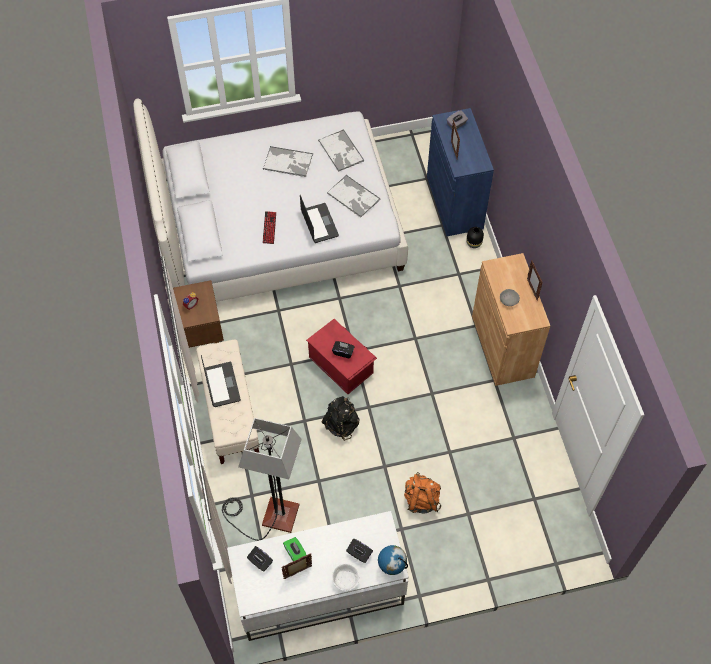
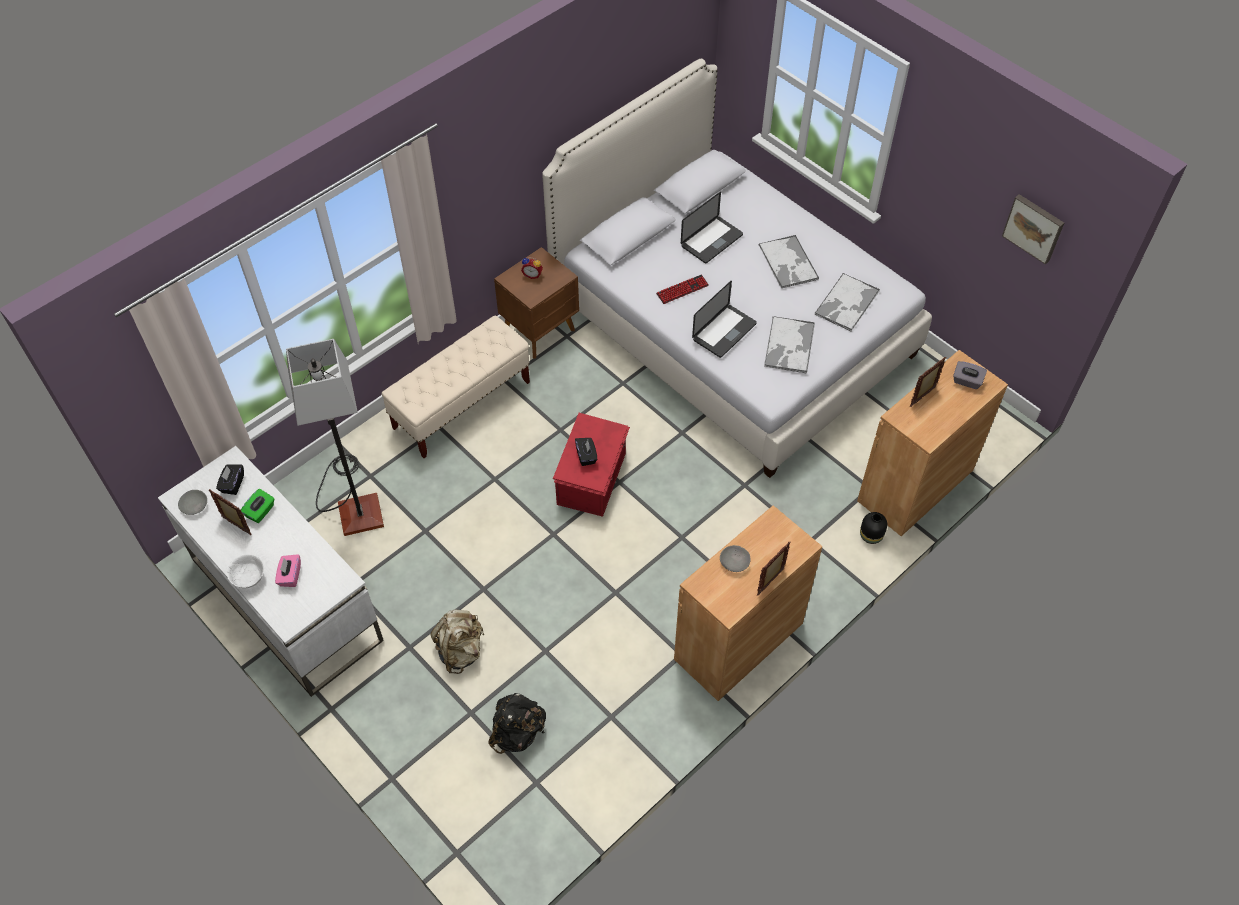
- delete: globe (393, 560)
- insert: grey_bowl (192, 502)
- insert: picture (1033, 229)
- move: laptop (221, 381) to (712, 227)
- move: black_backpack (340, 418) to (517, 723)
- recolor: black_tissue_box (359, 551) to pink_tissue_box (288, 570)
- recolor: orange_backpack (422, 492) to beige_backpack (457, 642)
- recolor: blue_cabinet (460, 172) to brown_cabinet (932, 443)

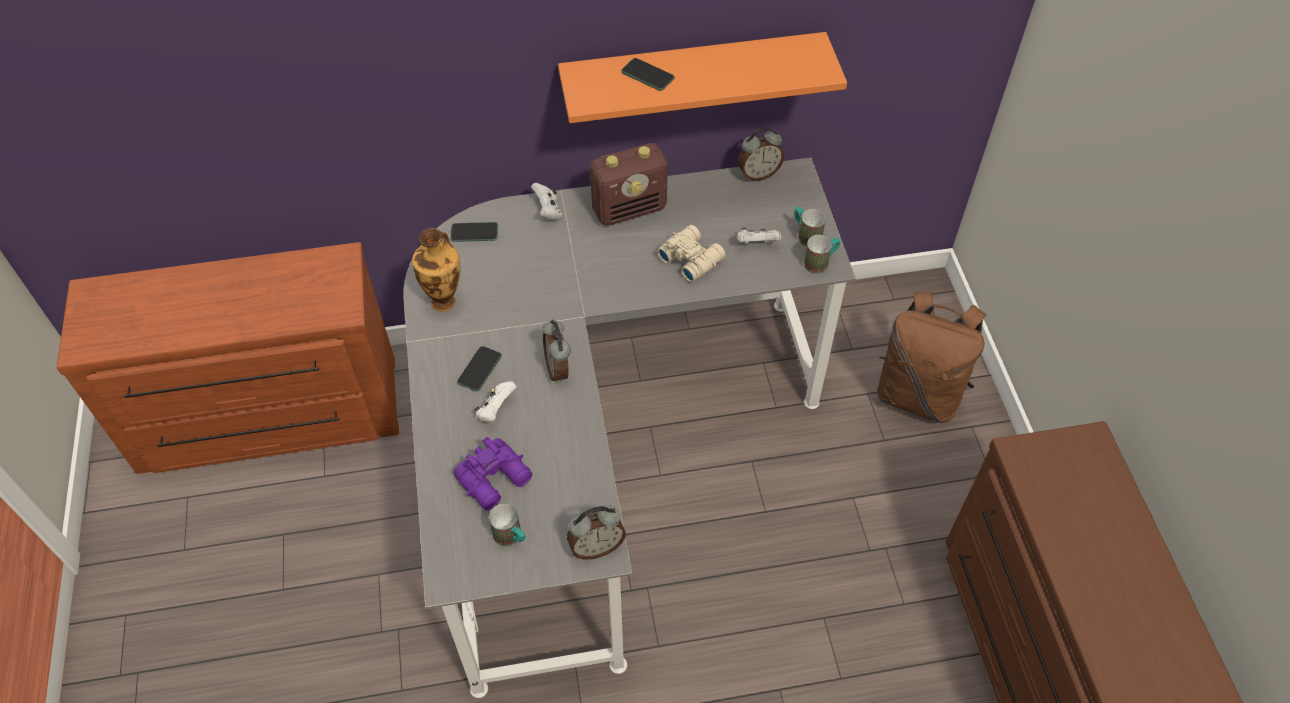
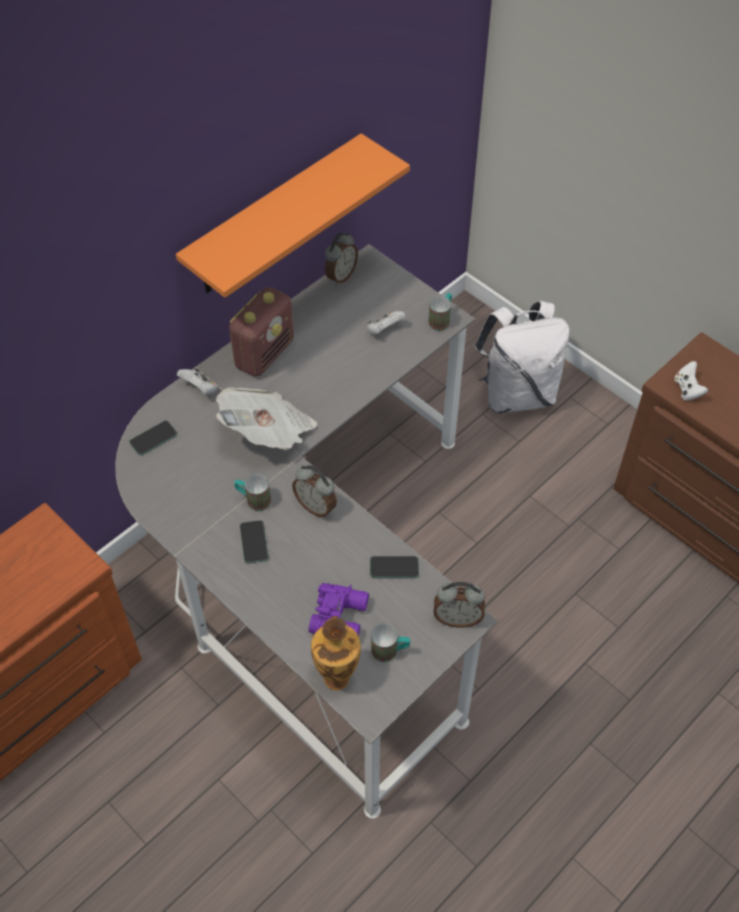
- delete: beige_binoculars (691, 253)
- insert: newspaper (266, 418)
- move: vase (436, 270) to (336, 653)
- move: white_game_controller (495, 401) to (691, 381)
- move: phone (648, 74) to (394, 567)
- move: mug (810, 226) to (252, 492)
- recolor: brown_backpack (932, 357) to white_backpack (522, 357)
- rotate: alarm_clock (596, 532) = (459, 605) 60 degrees clockwise

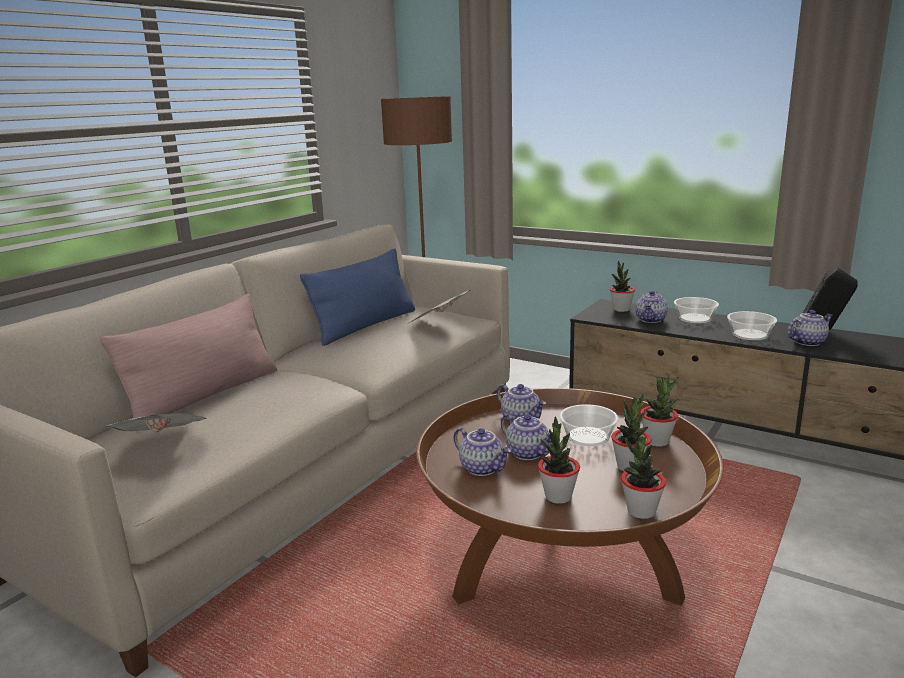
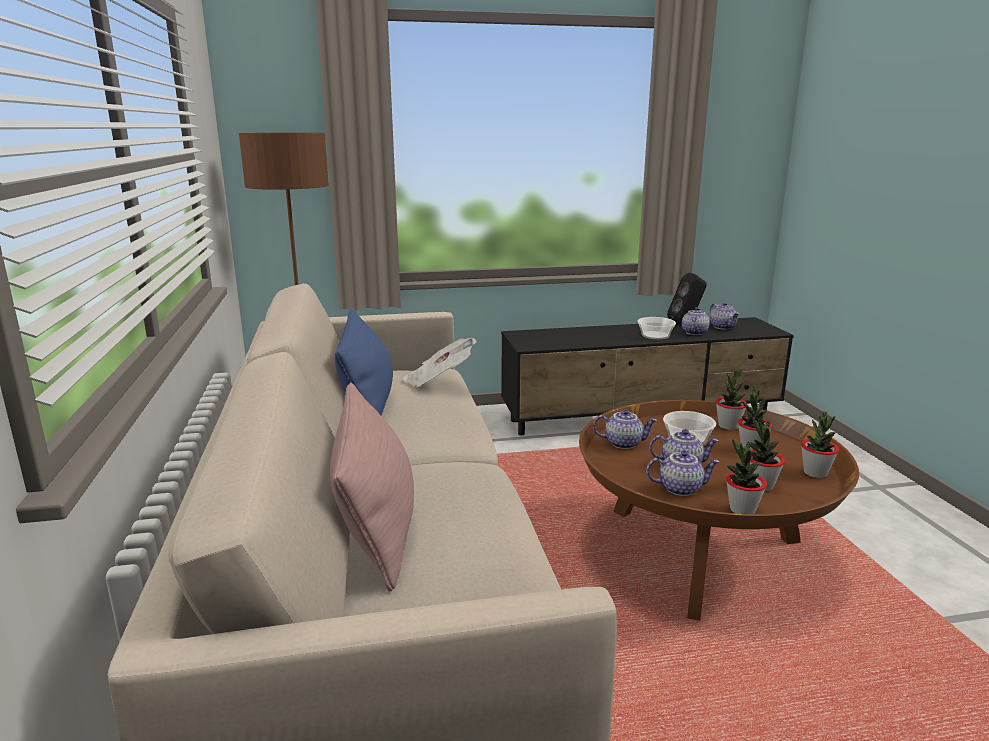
- delete: newspaper (154, 422)
- delete: bowl (696, 310)
- move: potted_plant (622, 286) to (746, 476)
- move: teapot (652, 307) to (725, 316)

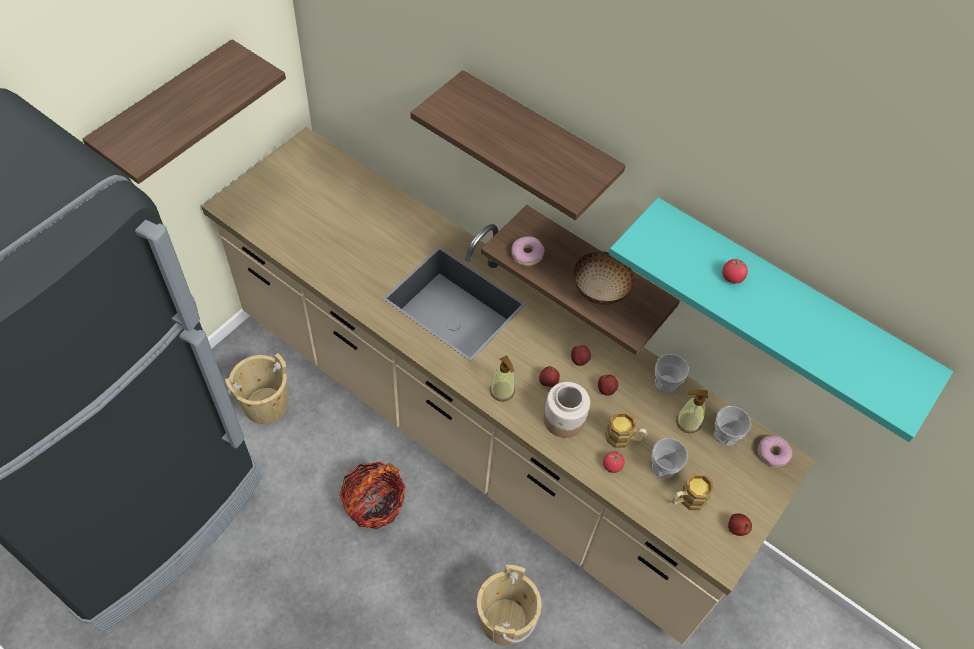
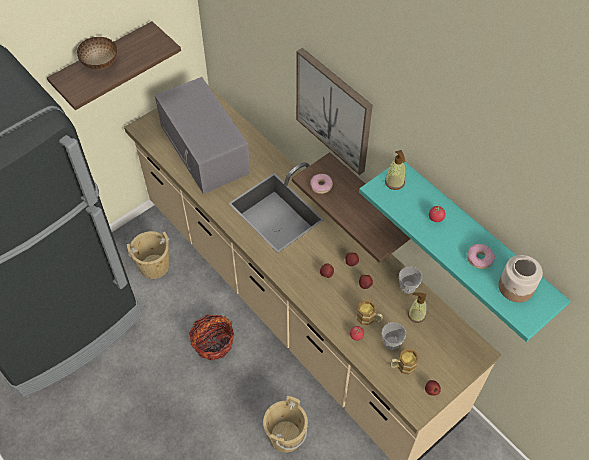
- delete: cup (732, 426)
- insert: grey_microwave (202, 135)
- move: soap_dispenser (502, 378) to (395, 170)
- move: jar (566, 410) to (520, 278)
- move: bowl (604, 278) to (97, 53)
- move: donut (775, 451) to (481, 256)
- replace: shelf (518, 145) to picture (334, 111)

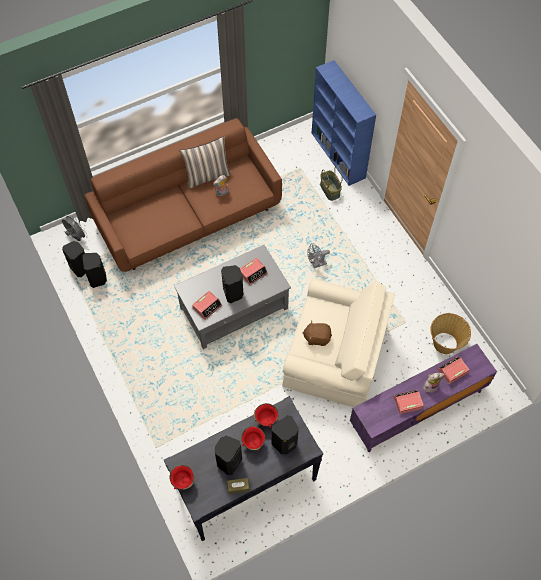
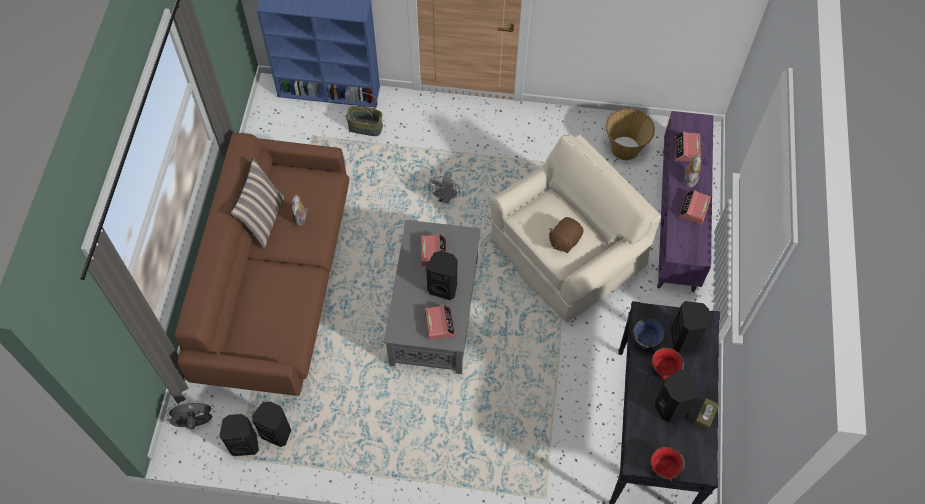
- recolor: red_bowl (266, 415) to blue_bowl (648, 334)

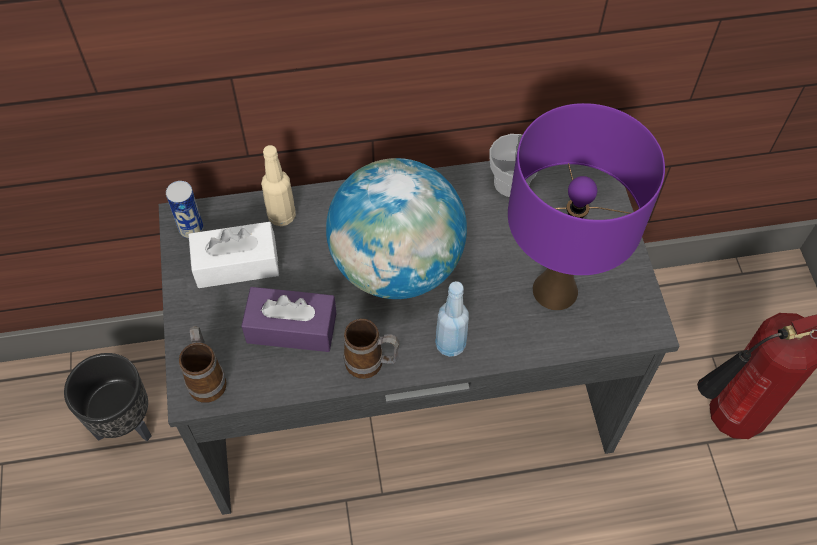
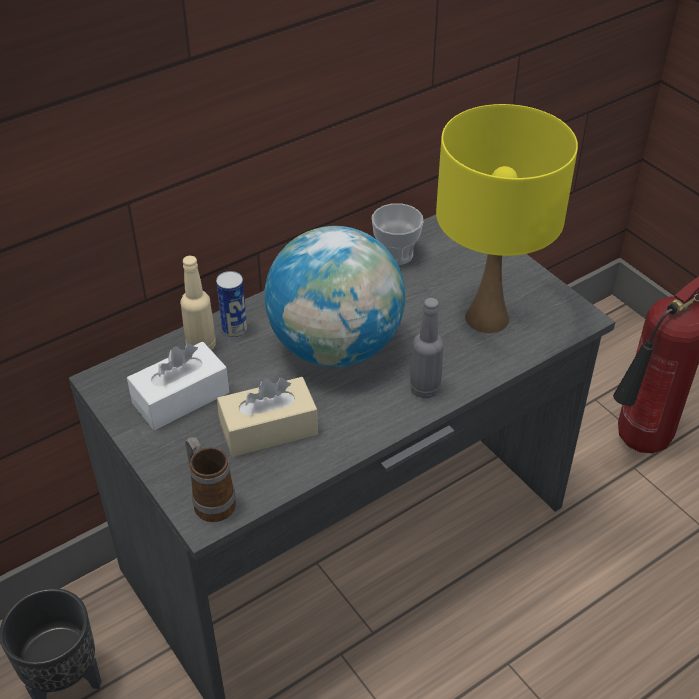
- delete: mug (371, 349)
- move: can (184, 209) to (231, 304)
- recolor: purple_tissue_box (288, 319) to beige_tissue_box (267, 417)
- recolor: blue_bottle (452, 319) to grey_bottle (427, 348)
- recolor: purple_table_lamp (586, 206) to yellow_table_lamp (507, 218)

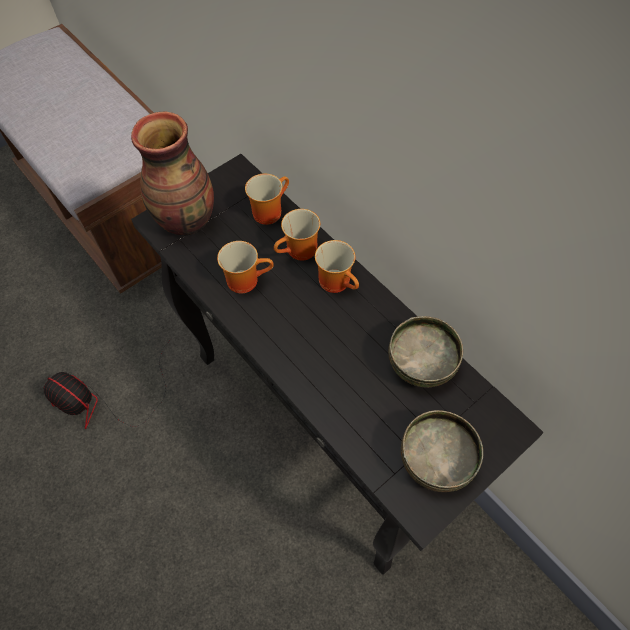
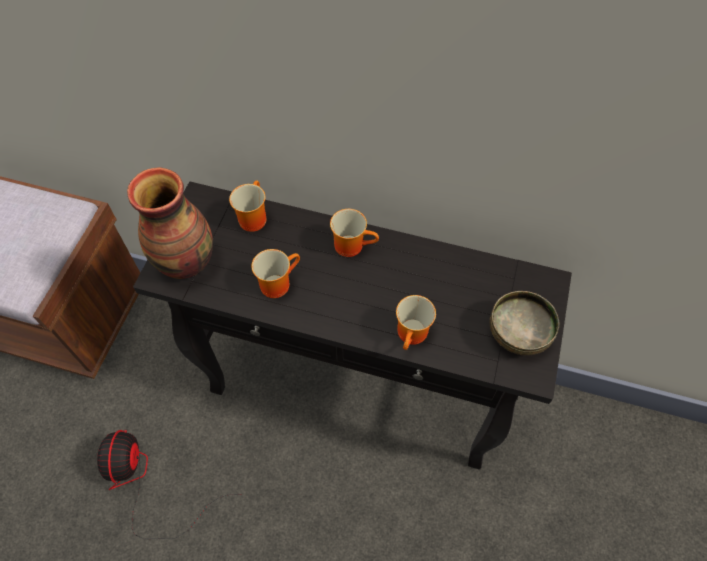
- delete: bowl (425, 351)
- move: mug (297, 235) to (416, 322)
- rotate: fan (107, 384) = (169, 484) 90 degrees clockwise

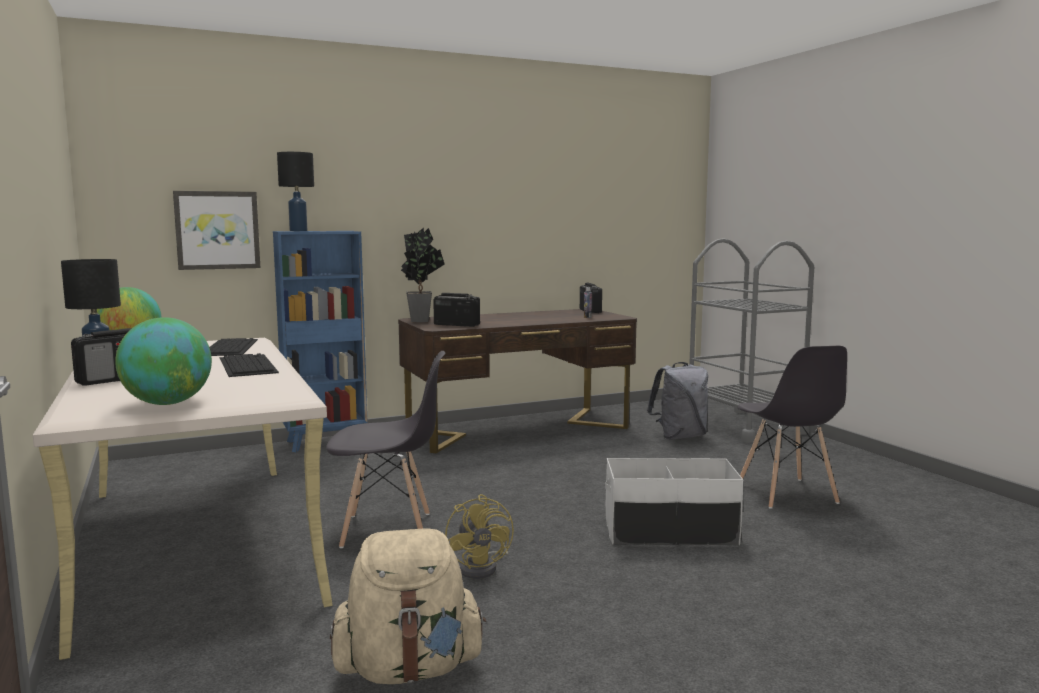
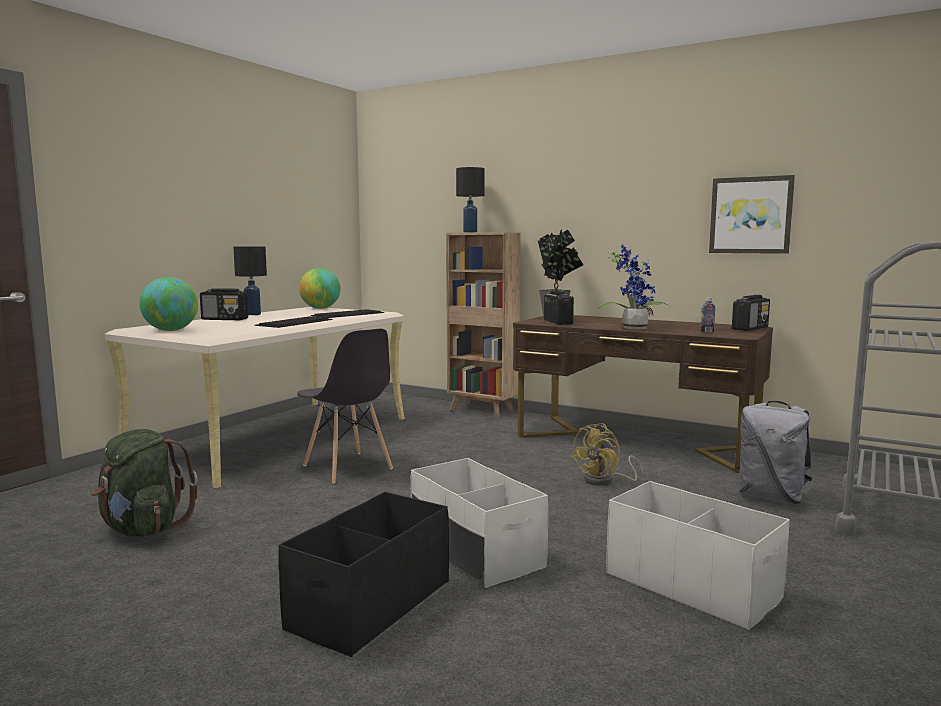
- insert: black_storage_box (363, 574)
- insert: potted_plant (634, 287)
- move: picture (216, 230) to (752, 214)
- move: yellow_fan (479, 536) to (607, 454)
- replace: grey_chair (792, 427) to white_storage_box (698, 555)
- recolor: blue_bookcase (320, 341) to brown_bookcase (483, 325)
- recolor: beige_backpack (408, 606) to green_backpack (144, 483)

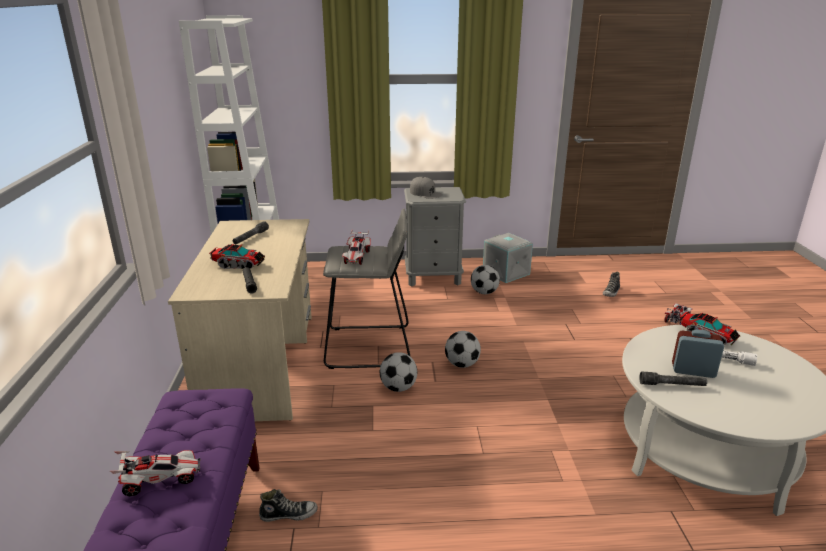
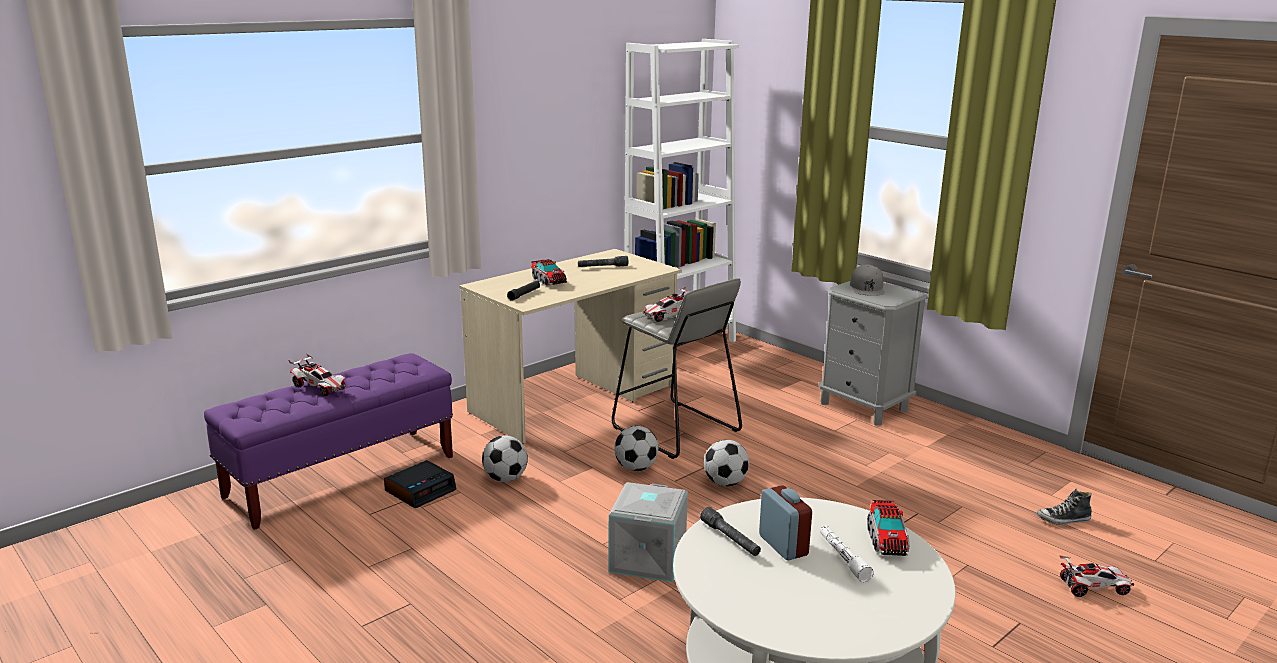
- move: football (485, 279) to (505, 458)
- move: grey_storage_box (508, 258) to (648, 532)
- replace: shoe (288, 505) to alarm_clock (420, 484)

